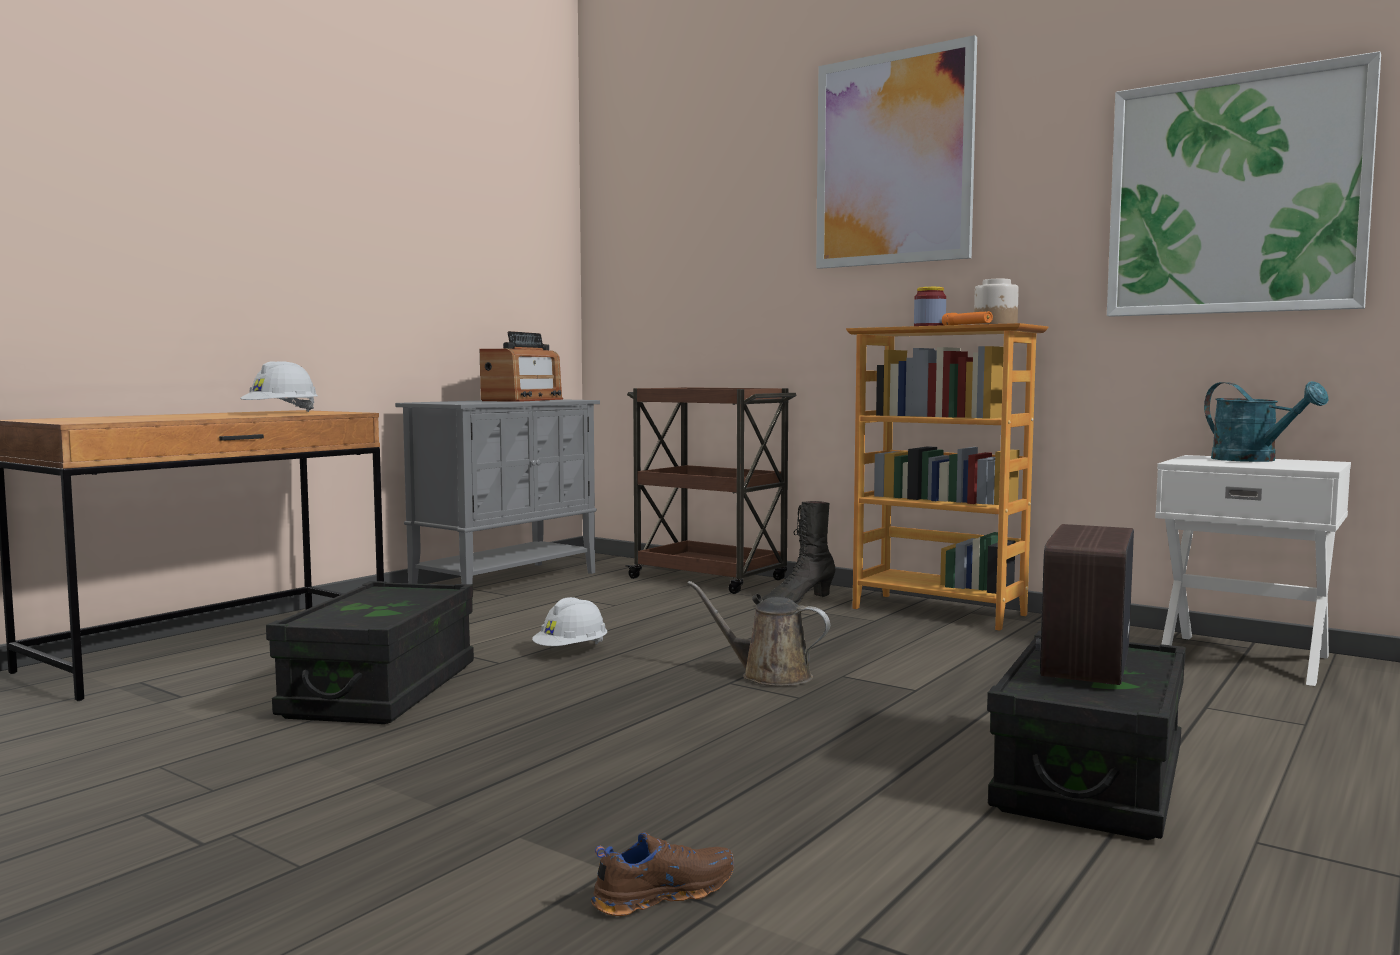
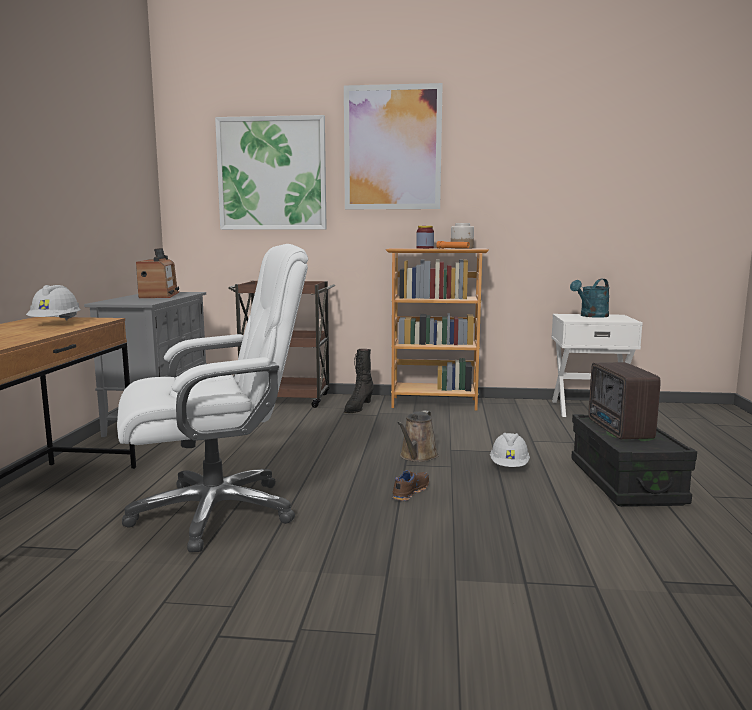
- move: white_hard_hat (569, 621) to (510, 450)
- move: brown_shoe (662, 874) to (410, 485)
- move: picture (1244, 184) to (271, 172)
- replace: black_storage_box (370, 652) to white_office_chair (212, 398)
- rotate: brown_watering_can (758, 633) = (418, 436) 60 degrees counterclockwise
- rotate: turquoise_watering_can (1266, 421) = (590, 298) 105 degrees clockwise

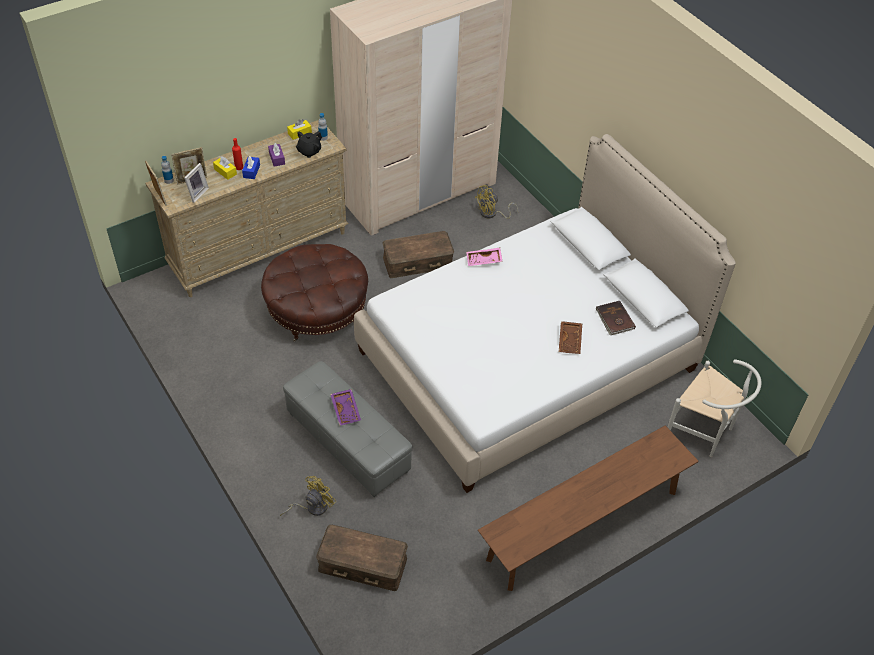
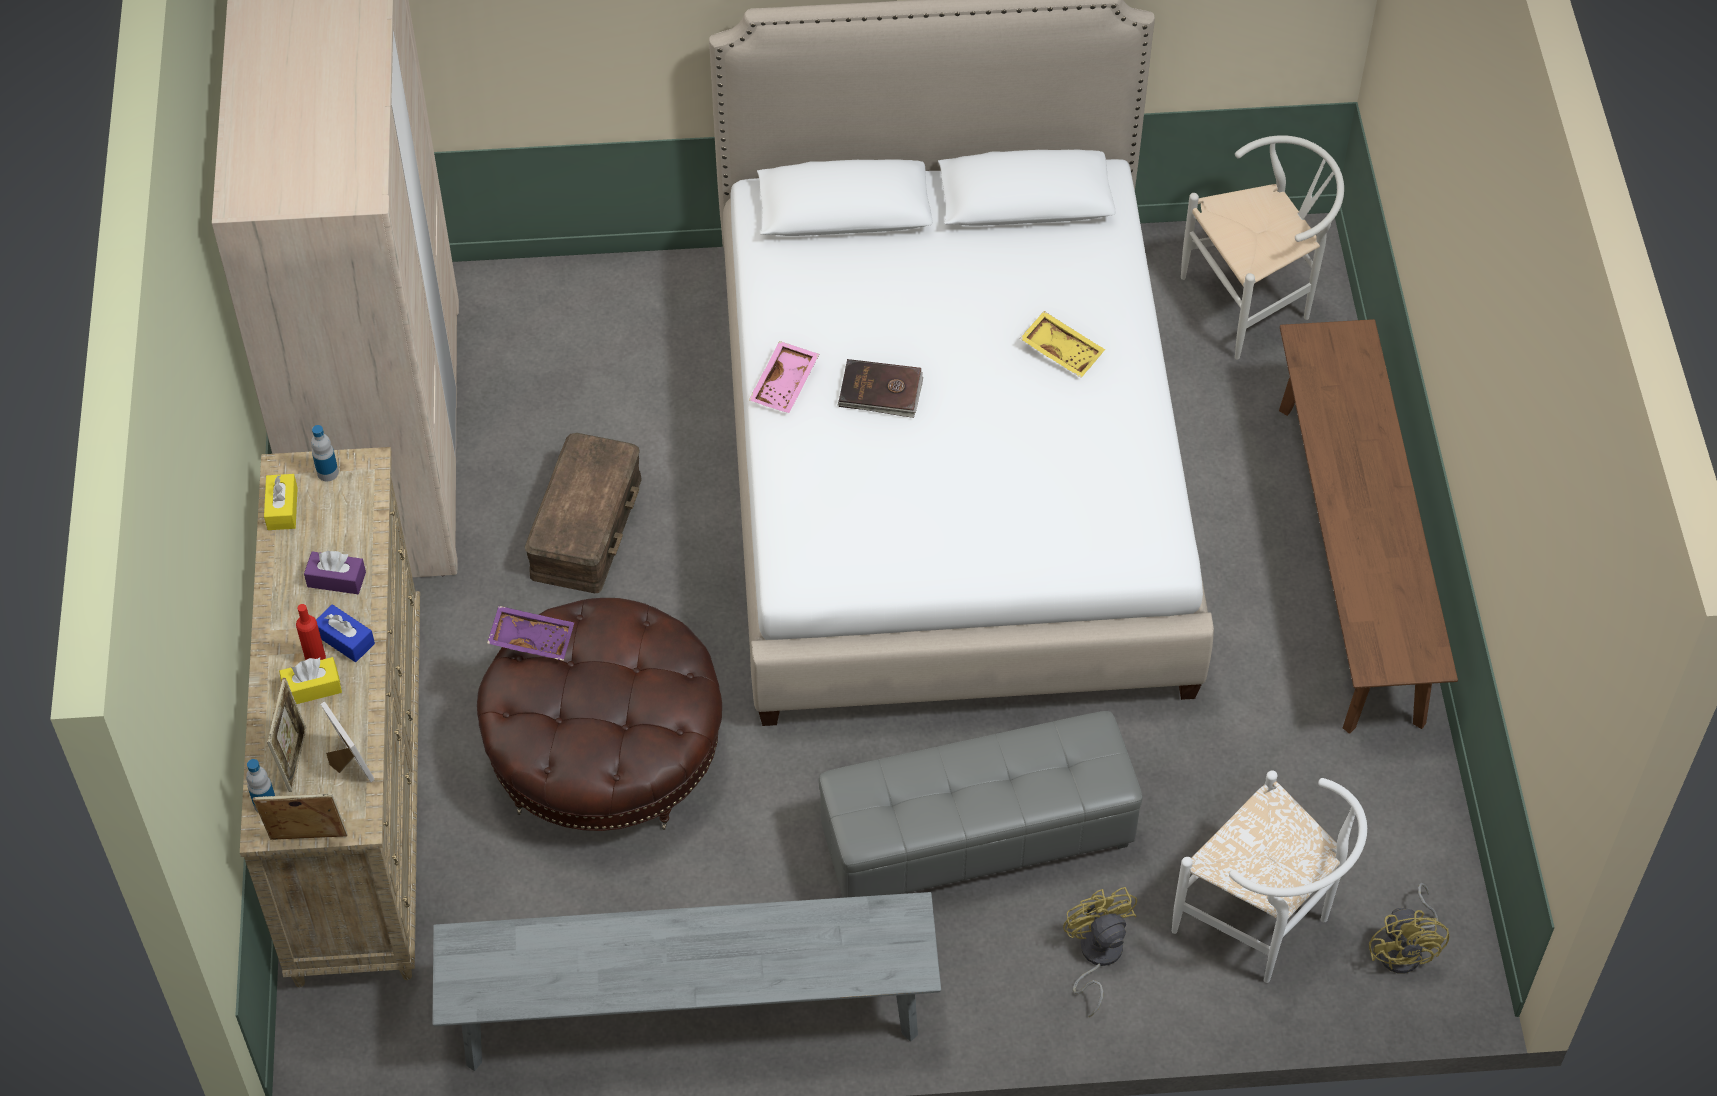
- delete: black_teapot (309, 144)
- insert: grey_bench (686, 981)
- move: purple_tray (345, 407) to (530, 633)
- move: yellow_fan (496, 202) to (1409, 928)
- move: brown_book (616, 317) to (880, 388)
- replace: brown_storage_box (362, 558) to white_chair (1269, 876)
- recolor: brown_tray (570, 337) to yellow_tray (1062, 344)

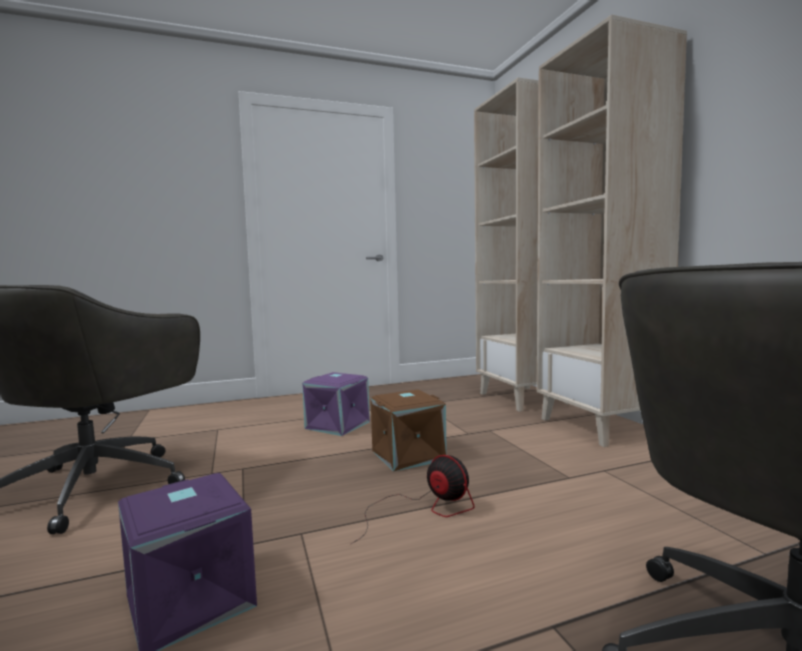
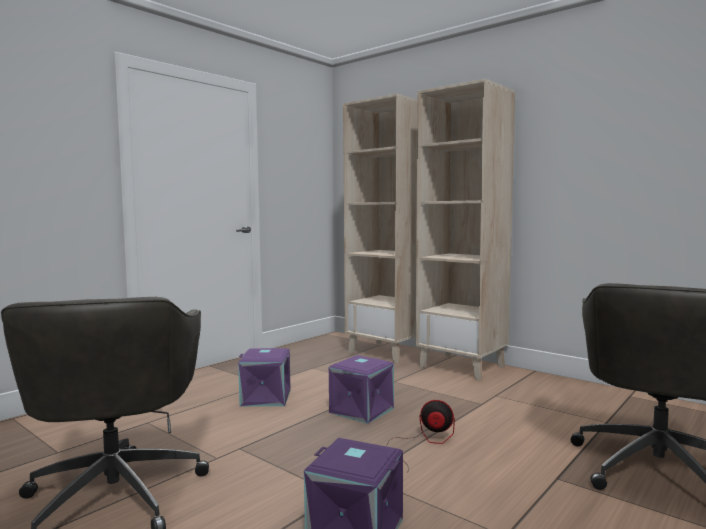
- recolor: brown_storage_box (409, 431) to purple_storage_box (361, 389)

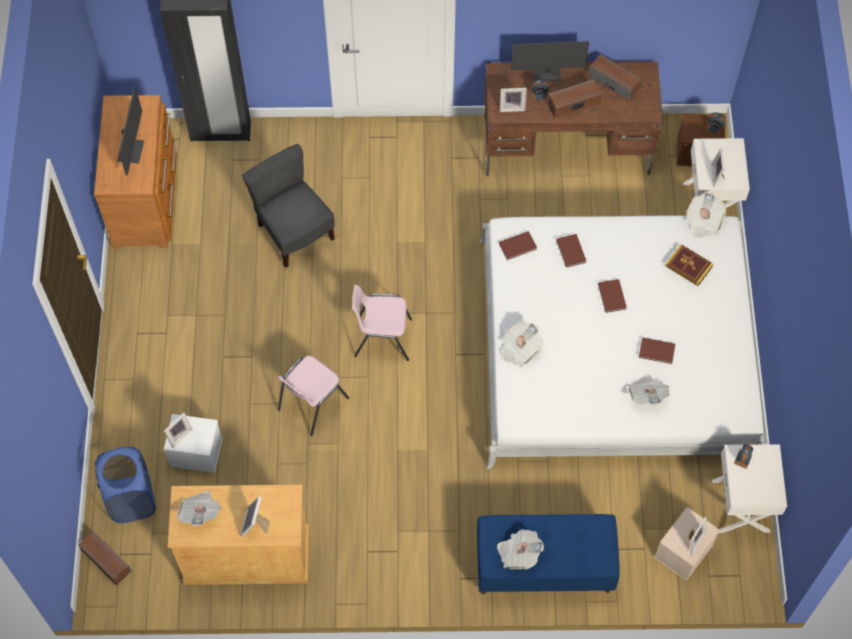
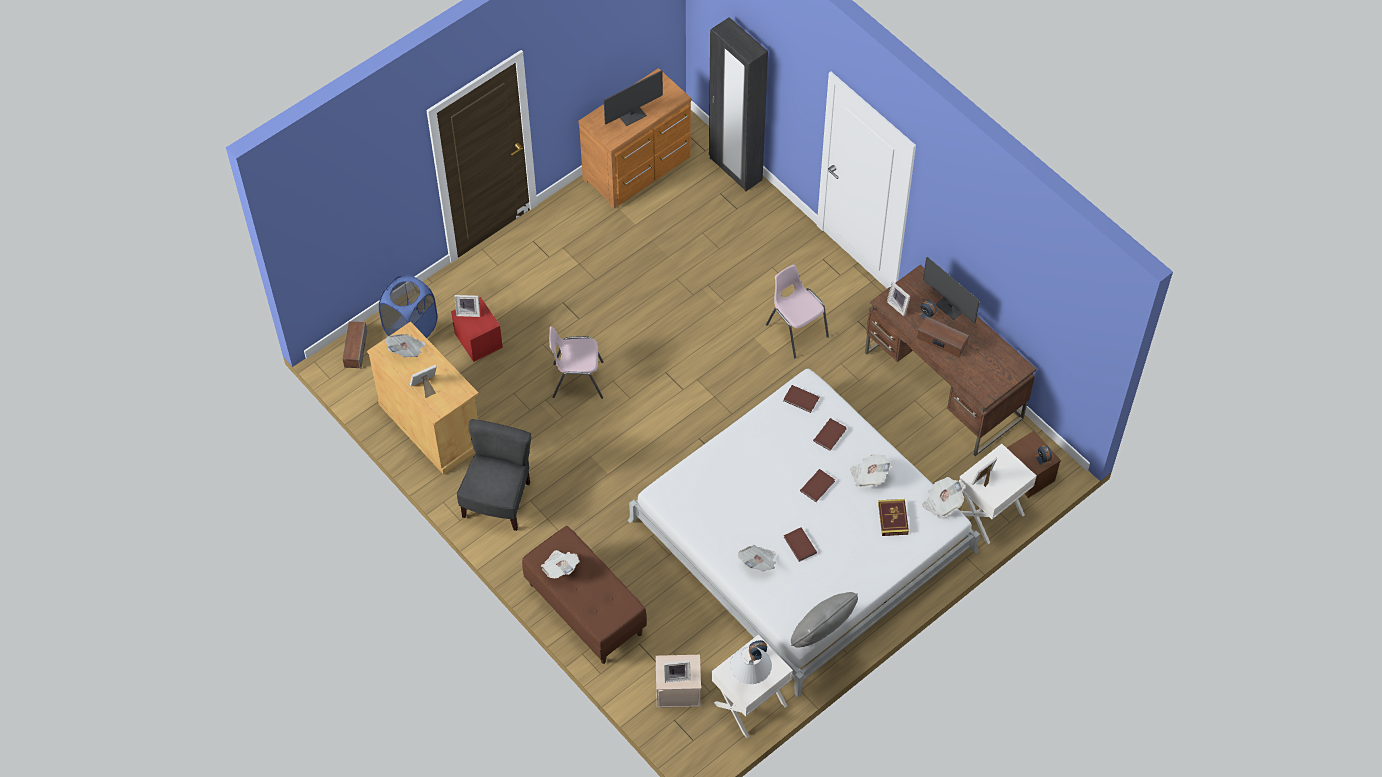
- delete: speaker (614, 77)
- insert: white_table_lamp (751, 665)
- insert: grey_pillow (824, 620)
- move: grey_chair (288, 206) to (494, 475)
- move: pink_chair (382, 322) to (797, 311)
- move: newspaper (521, 344) to (870, 470)
- recolor: white_storage_box (193, 443) to red_storage_box (477, 329)
- recolor: blue_bench (548, 554) to brown_bench (584, 595)

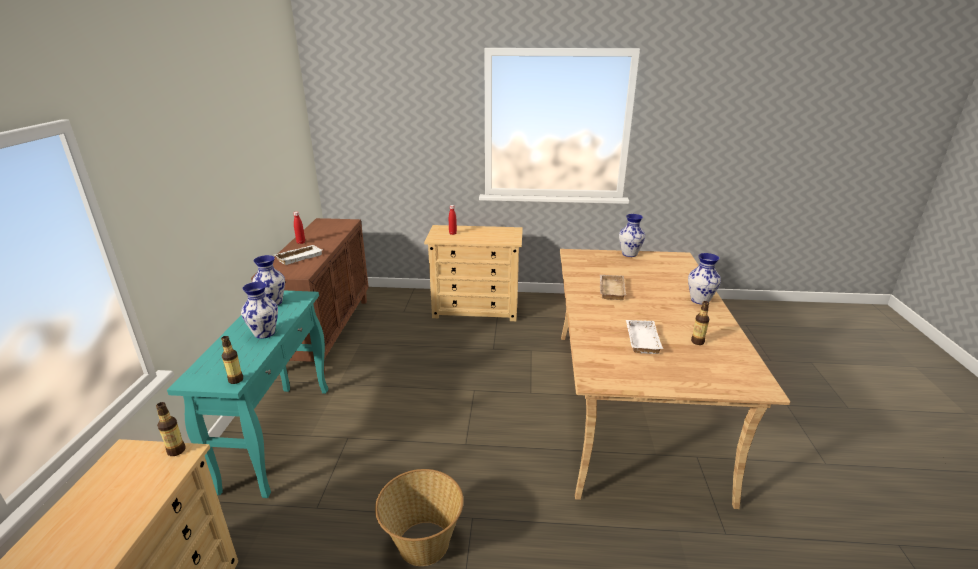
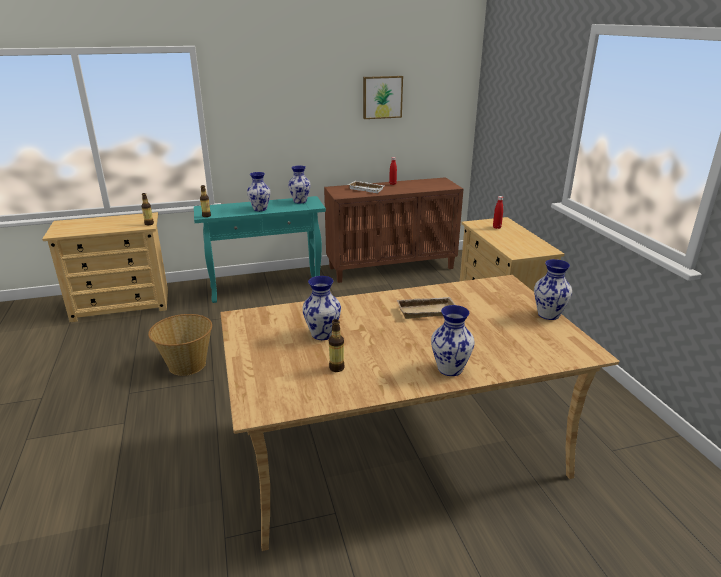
- insert: picture (383, 97)
- replace: white_tray (644, 337) to vase (321, 308)

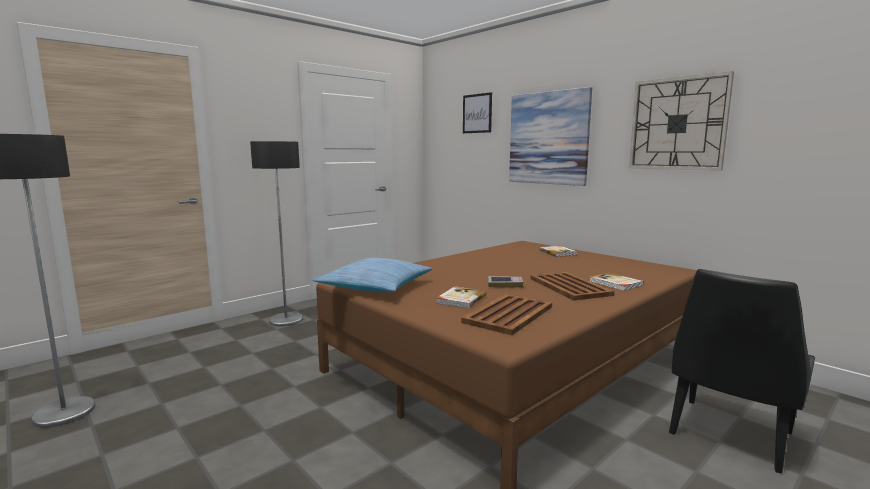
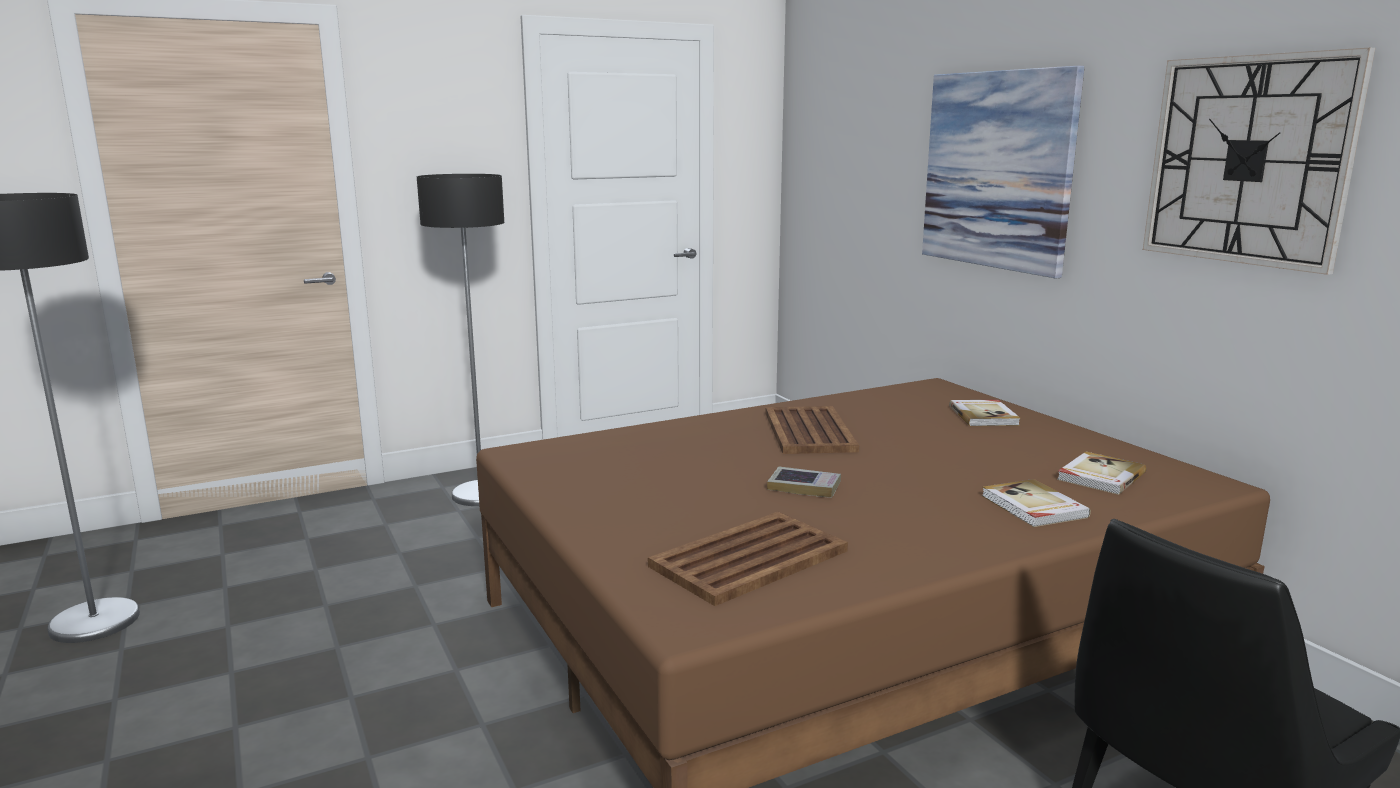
- delete: pillow (372, 275)
- delete: picture (477, 112)
- move: book (461, 297) to (1102, 473)
- move: brown_tray (572, 286) to (812, 430)

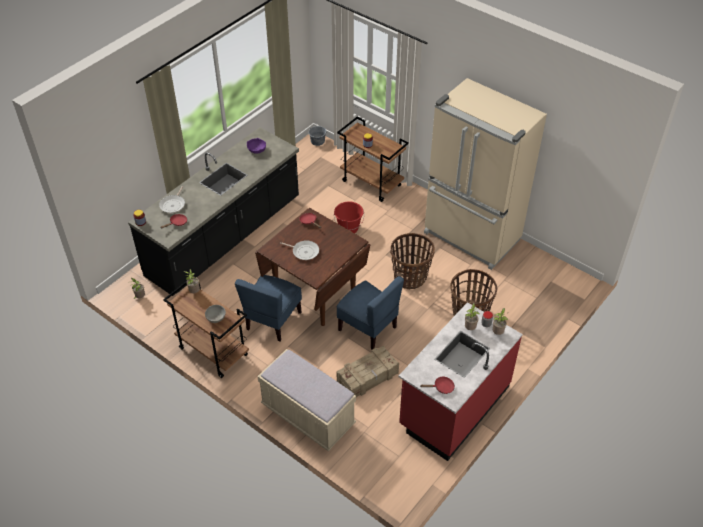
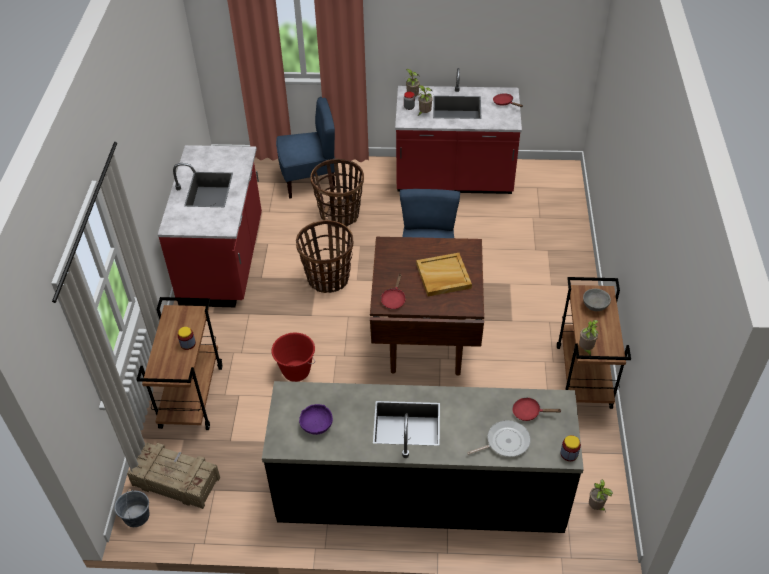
- delete: beige_bench (306, 400)
- move: blue_chair (268, 308) to (305, 148)
- move: crate (368, 371) to (173, 476)
- replace: frying_pan (299, 250) to beige_tray (444, 274)
- replace: beige_fridge (485, 174) to red_counter (210, 226)

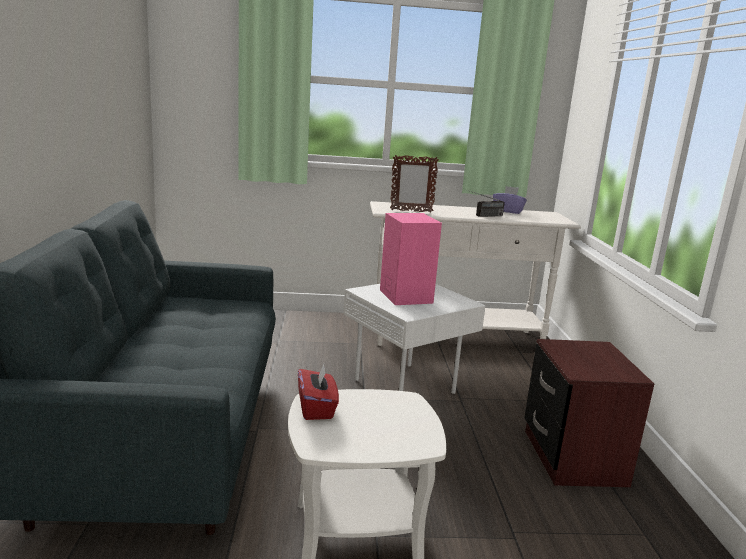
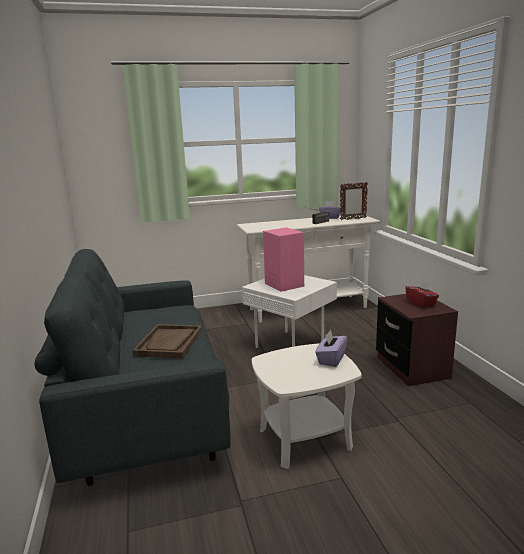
- insert: brown_tray (167, 341)
- insert: purple_tissue_box (331, 348)
- move: red_tissue_box (318, 392) to (422, 294)
- move: picture_frame (414, 184) to (354, 201)

